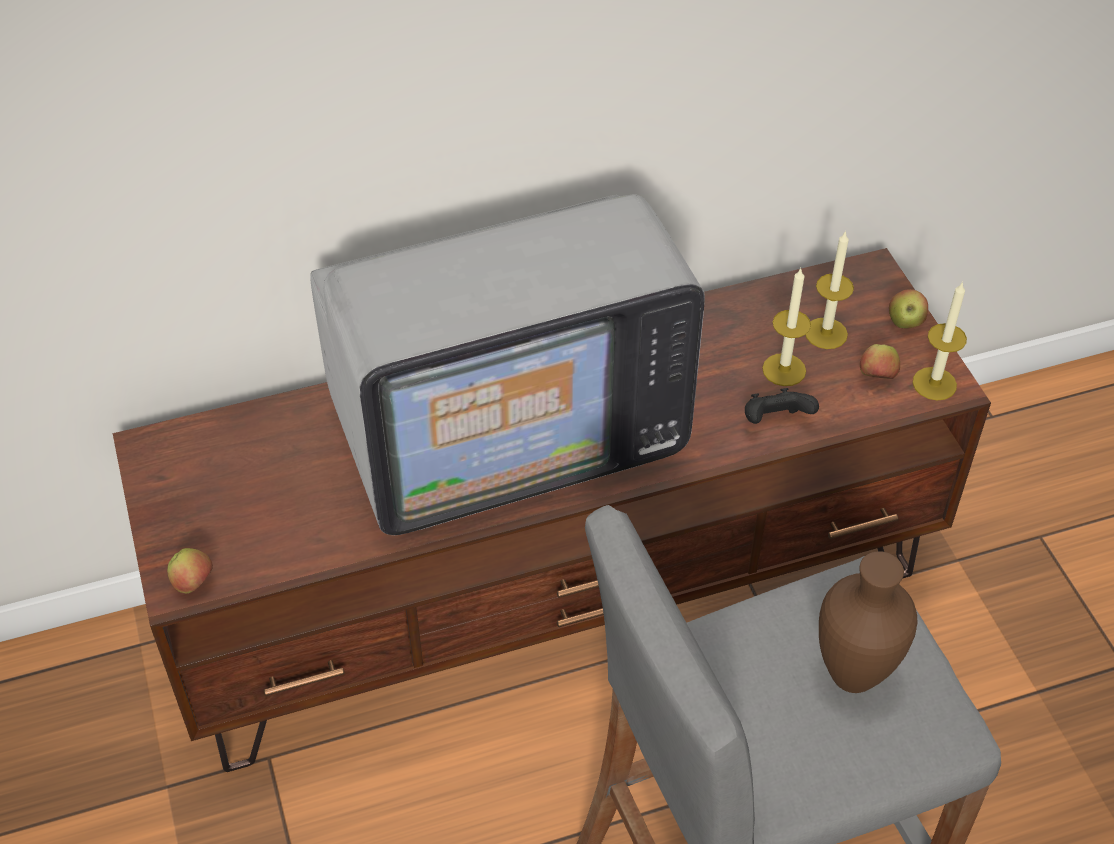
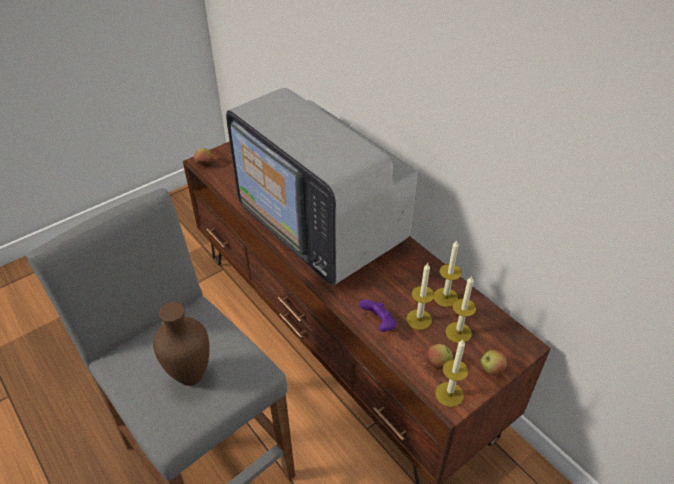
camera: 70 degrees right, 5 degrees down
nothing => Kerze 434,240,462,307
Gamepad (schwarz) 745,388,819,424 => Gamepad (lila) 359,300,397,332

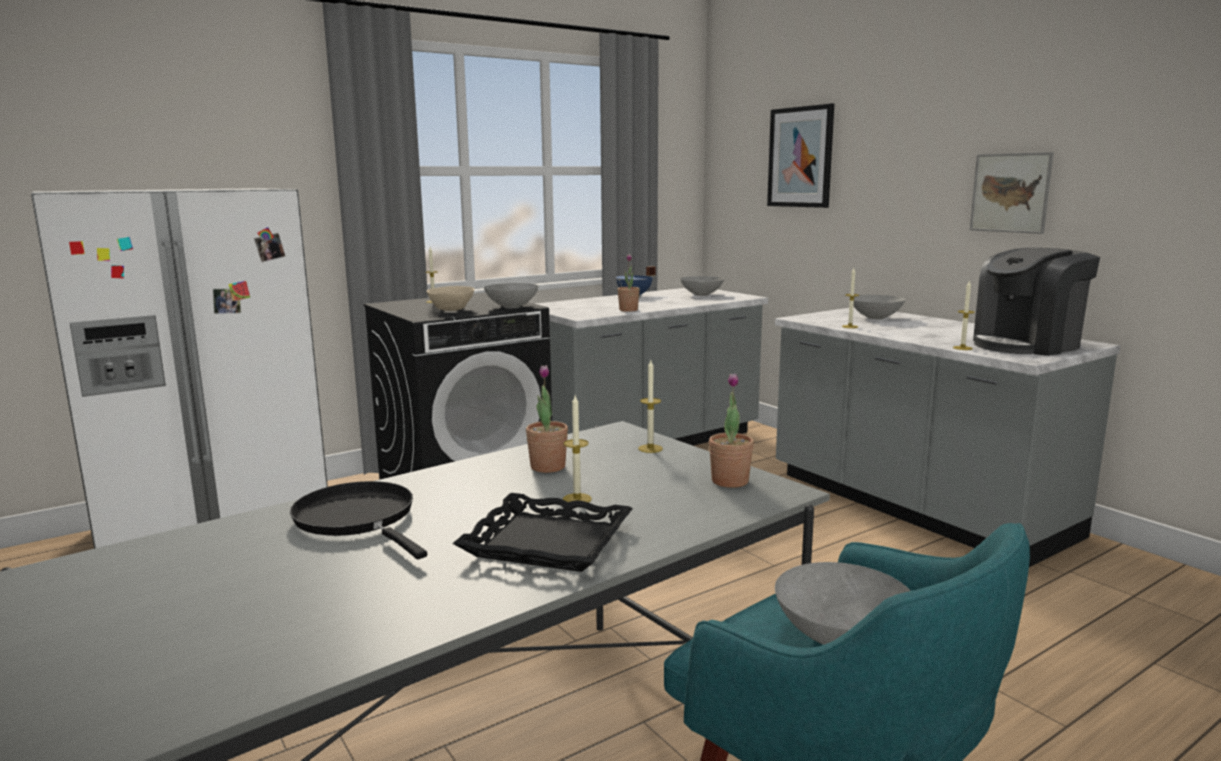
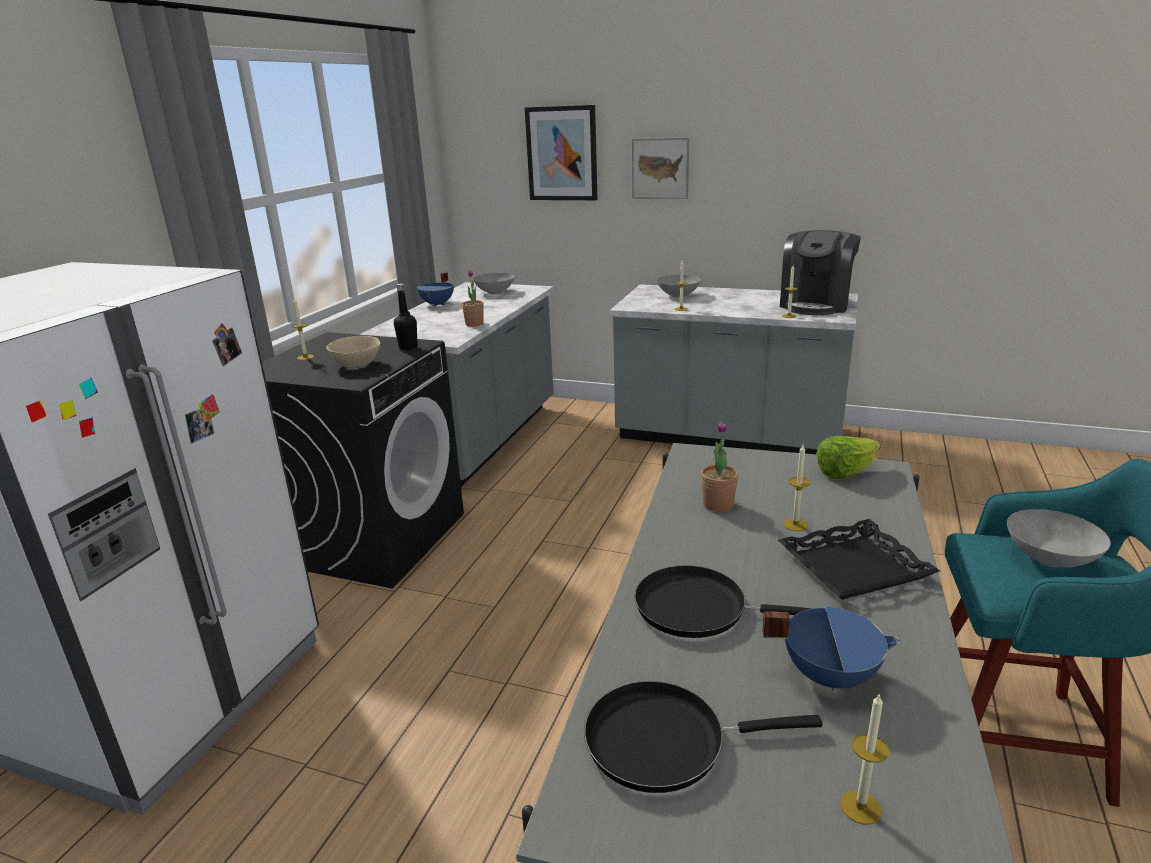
camera: 35 degrees left, 10 degrees up
nothing => Pfanne (schwarz) 584,681,823,793
nothing => Kochtopf (blau) 762,606,900,693
Kerze 638,360,663,453 => Kerze 840,693,889,825, move
Bild 969,152,1054,234 => Bild 632,137,689,199, move
Schüssel (grau) 484,283,539,308 => Flasche (schwarz) 394,283,418,350
Topfpflanze 709,373,754,488 => Salatkopf 816,436,881,479

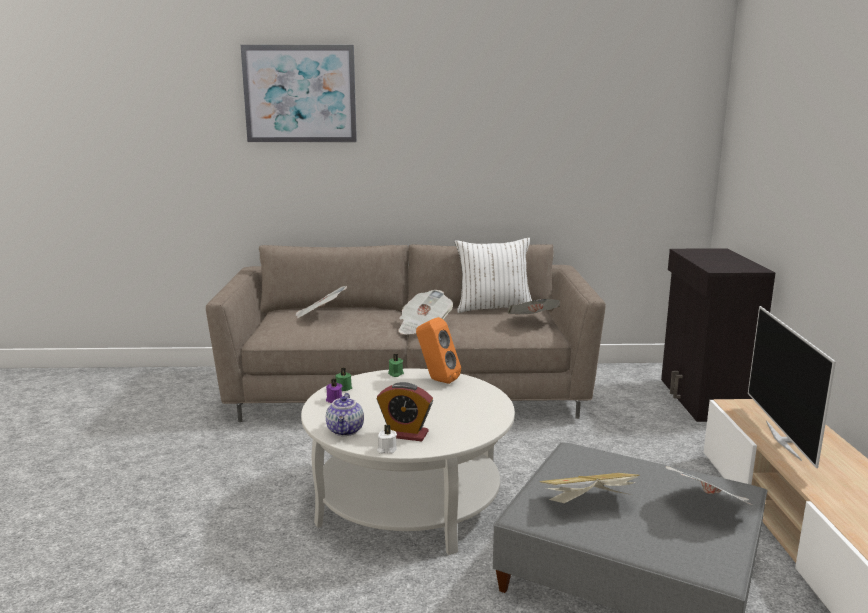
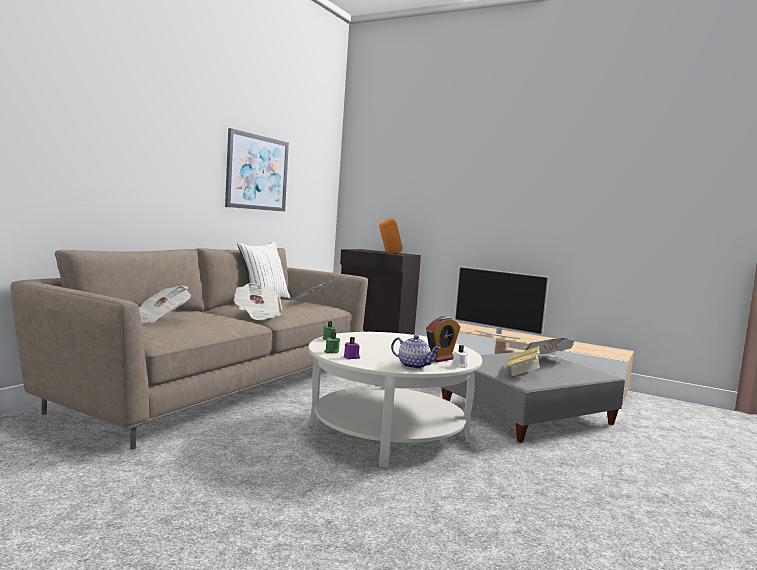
camera: 60 degrees left, 10 degrees down
Bild 241,45,357,142 => Bild 225,128,289,212, move
Lautsprecher (orange) 416,317,461,384 => Lautsprecher (orange) 379,218,403,254, move

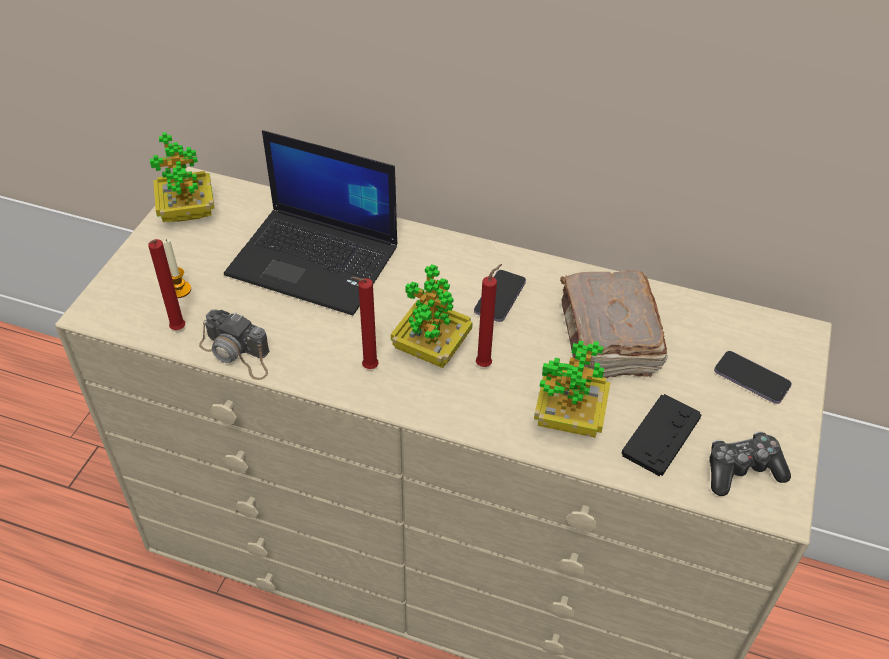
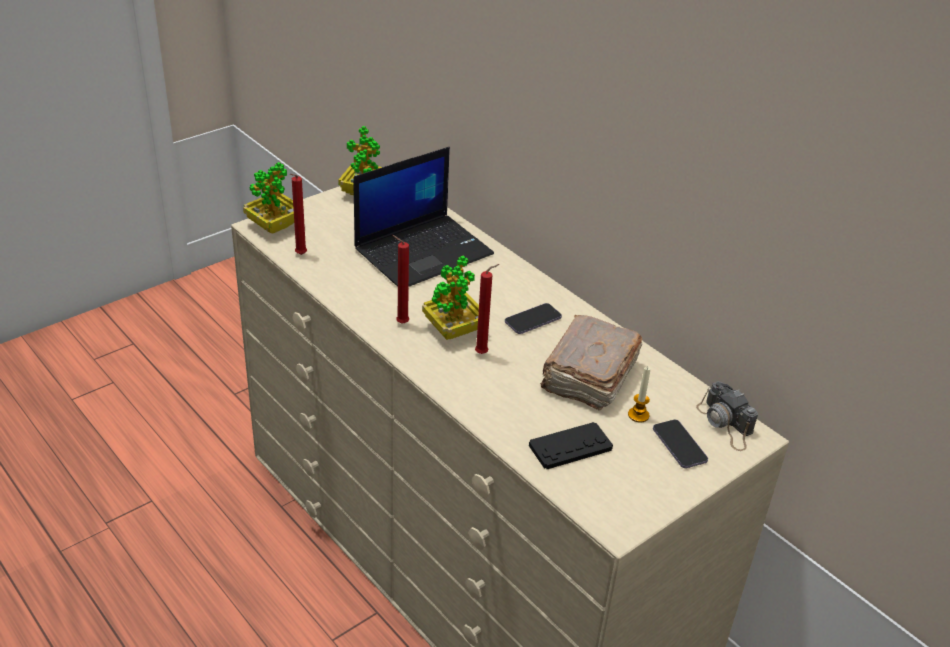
camera: 30 degrees right, 10 degrees down
Gamepad 709,431,791,496 => nothing
Kerze 164,239,191,298 => Kerze 628,367,650,423, move
Kamera 199,309,270,380 => Kamera 696,381,758,451, move
Topfpflanze 534,341,611,438 => Topfpflanze 243,162,294,233, move
Laptop 224,130,397,316 => Laptop 354,147,494,287, 90 degrees counterclockwise

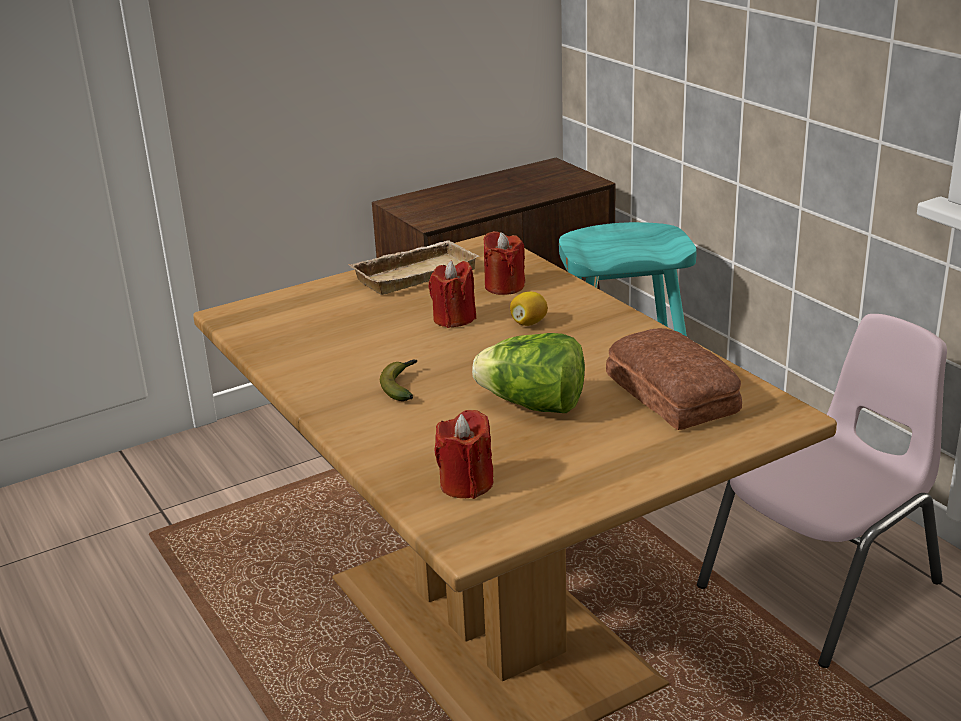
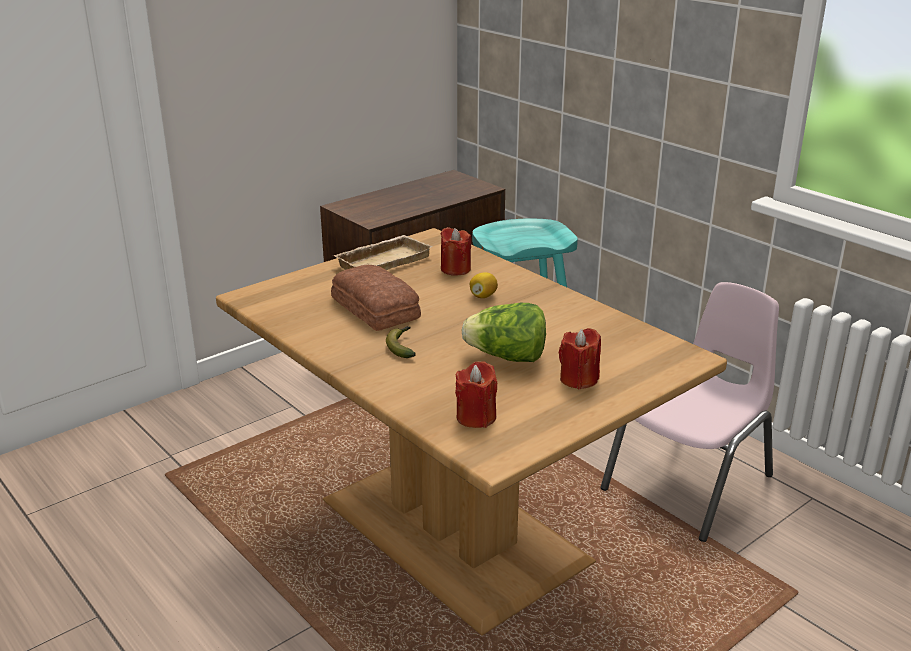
camera: 10 degrees left, 0 degrees up
Kerze (rot) 429,261,477,328 => Kerze (rot) 559,328,601,389, move
Brot 606,328,742,430 => Brot 331,265,421,331, move

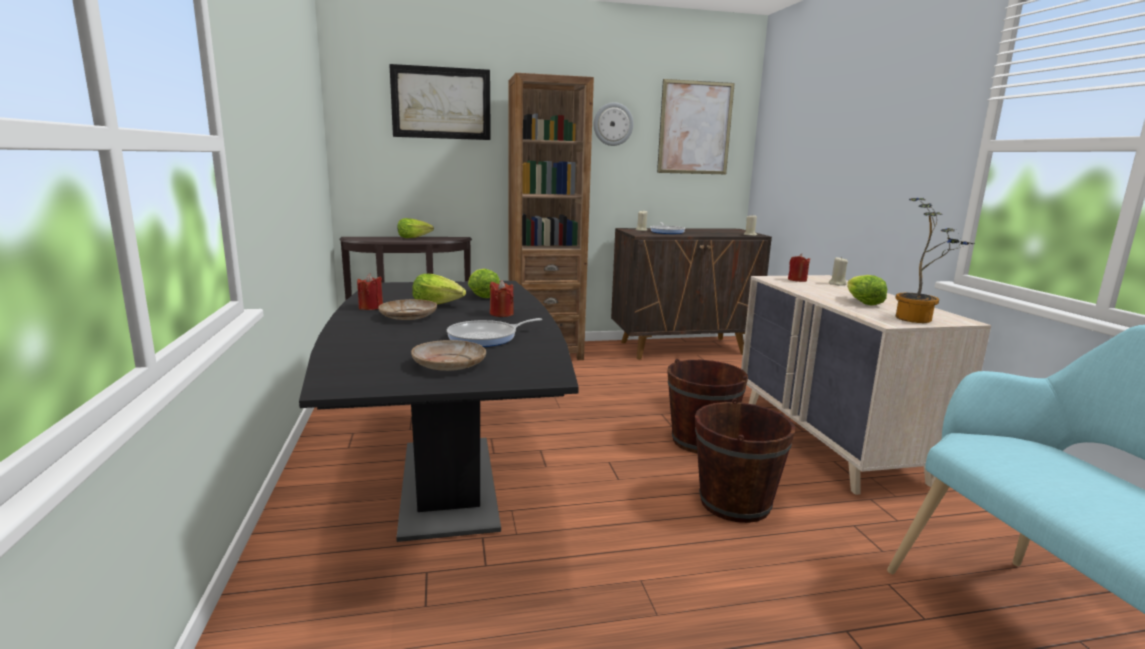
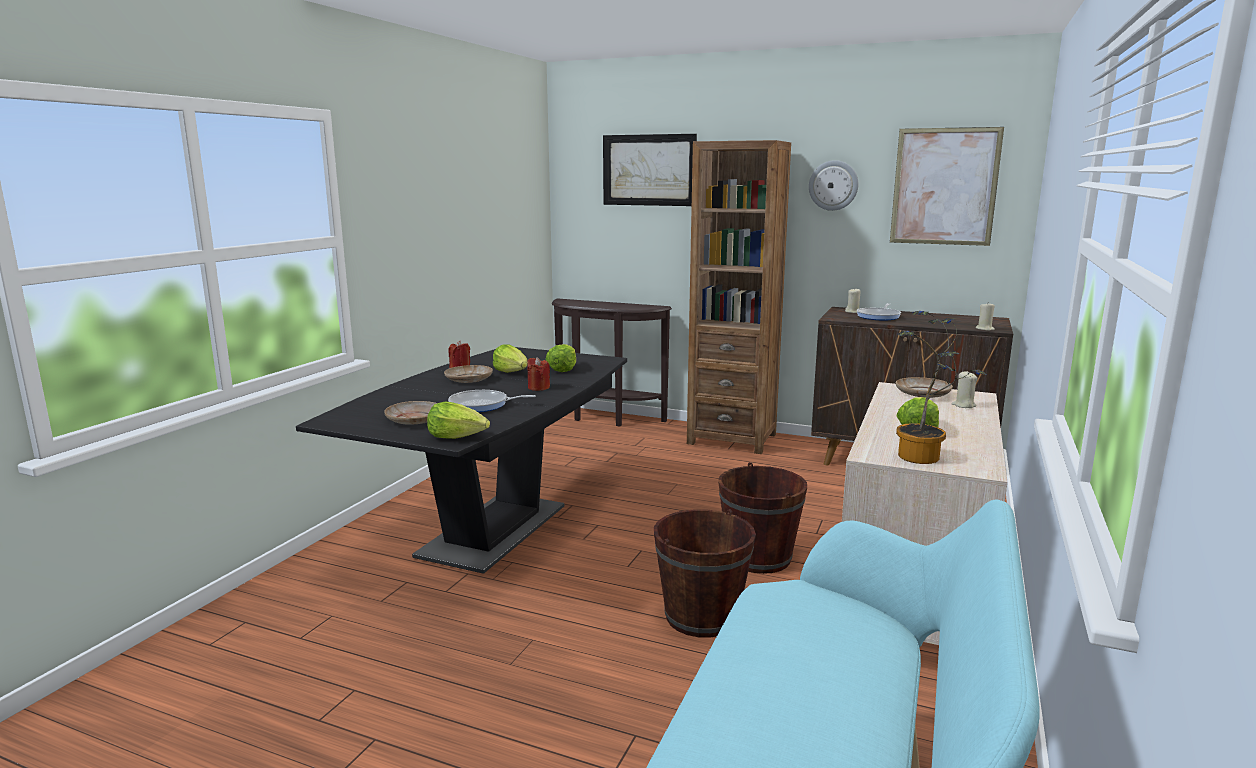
camera: 35 degrees right, 0 degrees up
Salatkopf 398,218,434,238 => Salatkopf 427,402,490,439, move
Kerze (rot) 788,254,810,282 => Teller (beige) 896,377,953,398

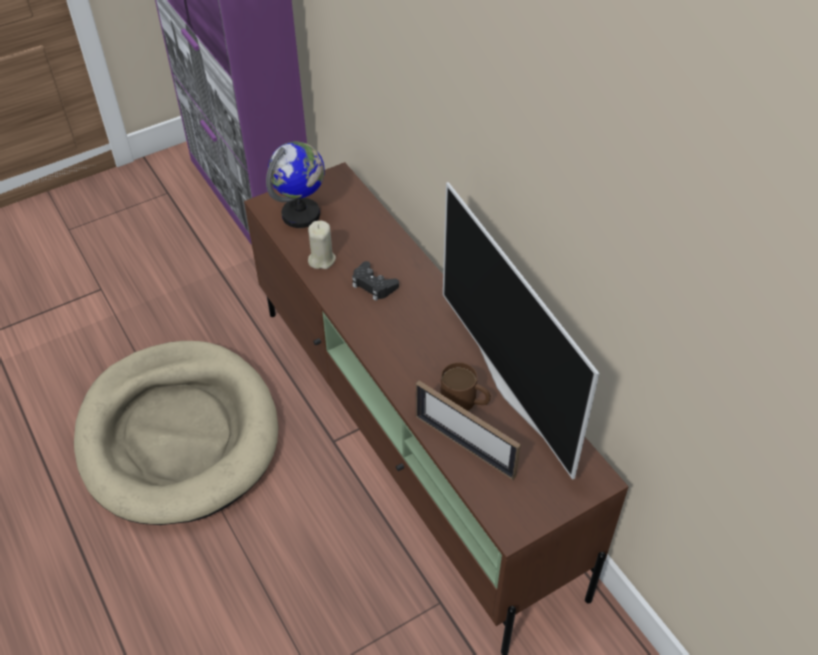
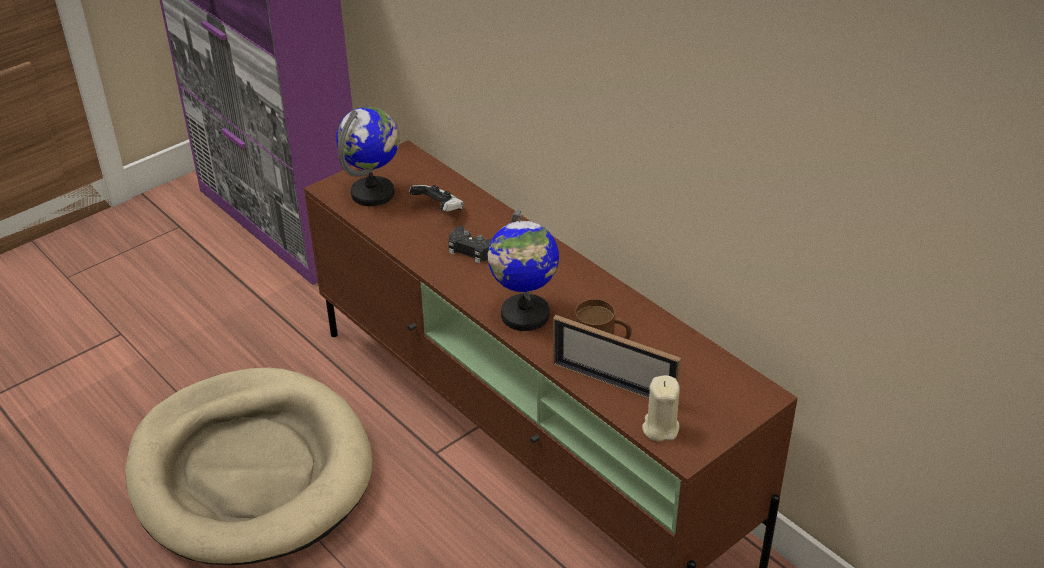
camera: 10 degrees left, 10 degrees down
Fernseher 443,182,599,480 => nothing
nothing => Gamepad 409,185,464,211
nothing => Globus 488,210,559,331
Kerze (beige) 308,221,336,269 => Kerze (beige) 642,375,680,441, move

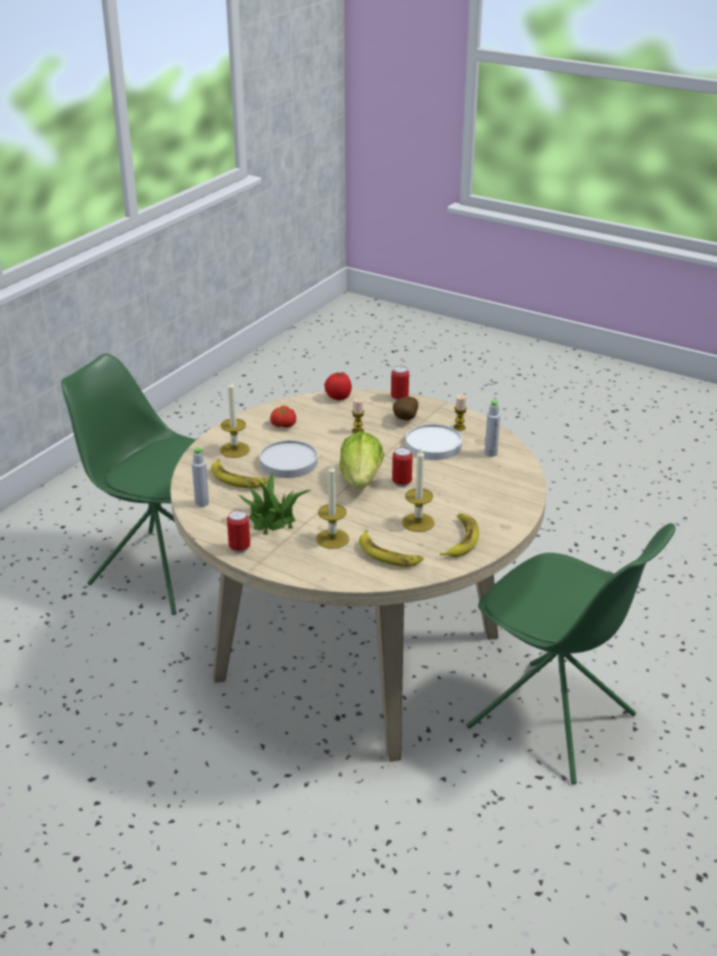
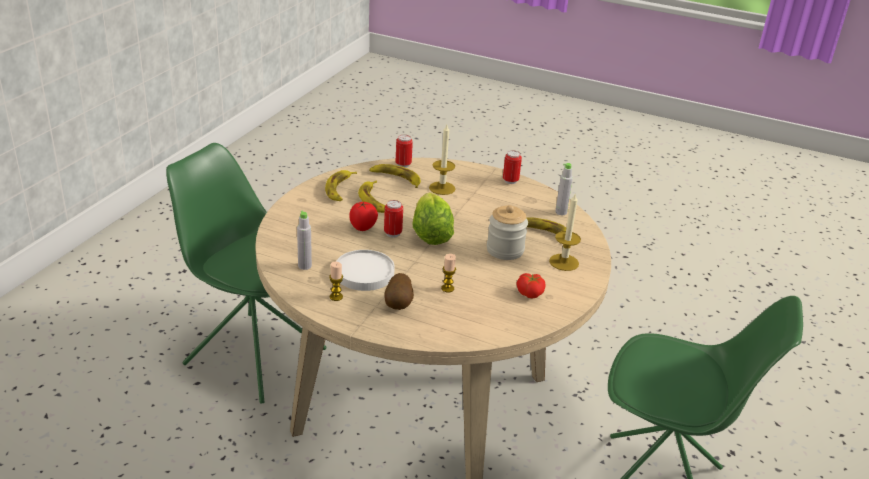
camera: 170 degrees right, 0 degrees up
Topfpflanze 236,473,311,535 => nothing
Tomate 324,373,352,400 => Tomate 349,202,378,231, move
Dose 391,366,409,401 => Dose 395,135,413,168, move
Teller (weiß) 260,440,318,478 => Vorratsglas 487,205,528,260
Kerze 402,447,435,532 => Banane 358,181,385,213

